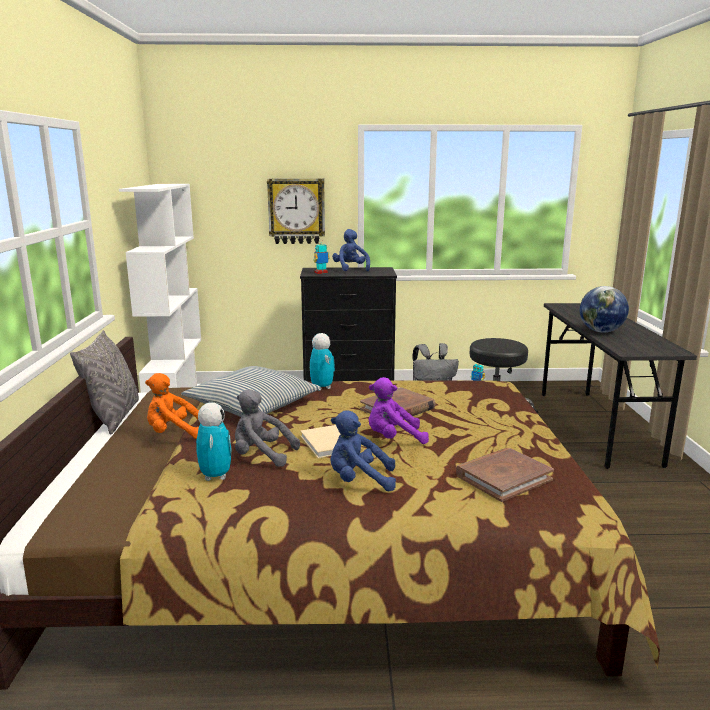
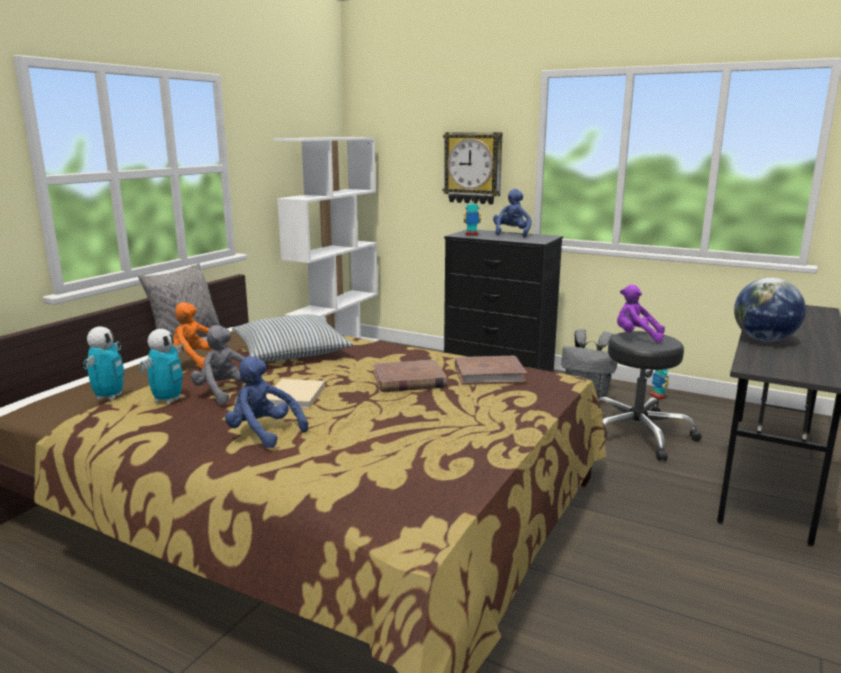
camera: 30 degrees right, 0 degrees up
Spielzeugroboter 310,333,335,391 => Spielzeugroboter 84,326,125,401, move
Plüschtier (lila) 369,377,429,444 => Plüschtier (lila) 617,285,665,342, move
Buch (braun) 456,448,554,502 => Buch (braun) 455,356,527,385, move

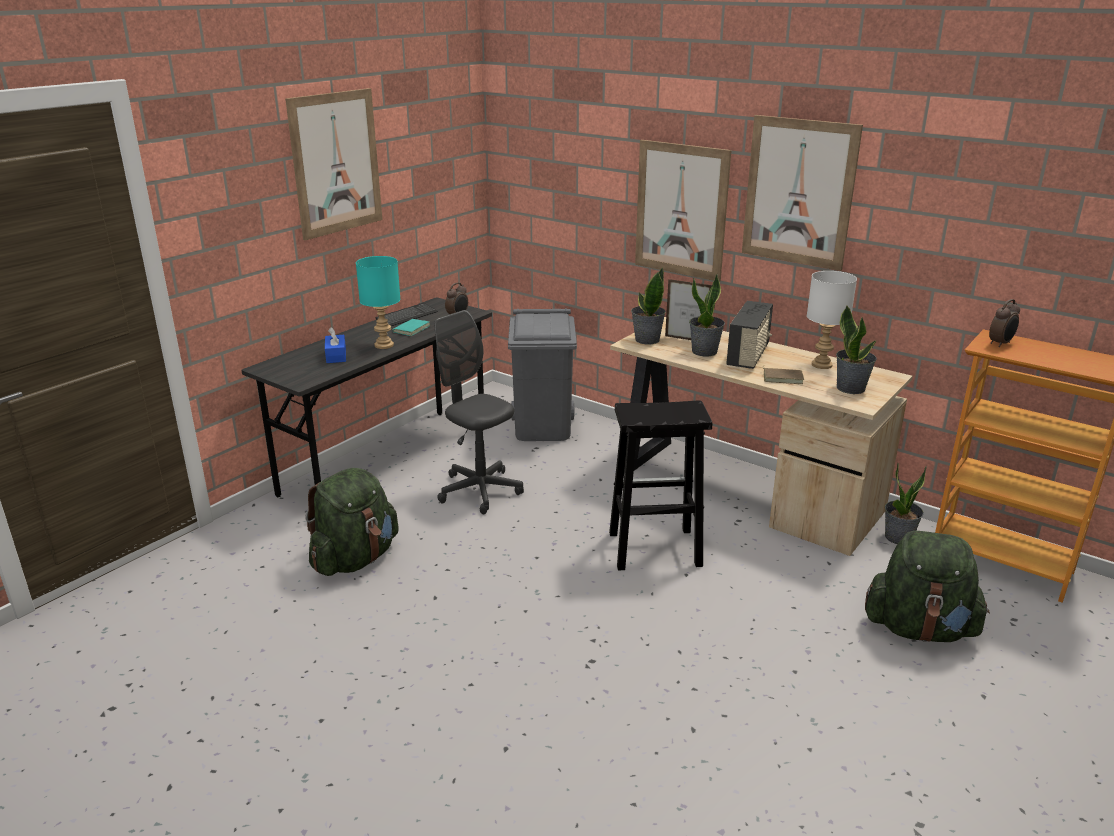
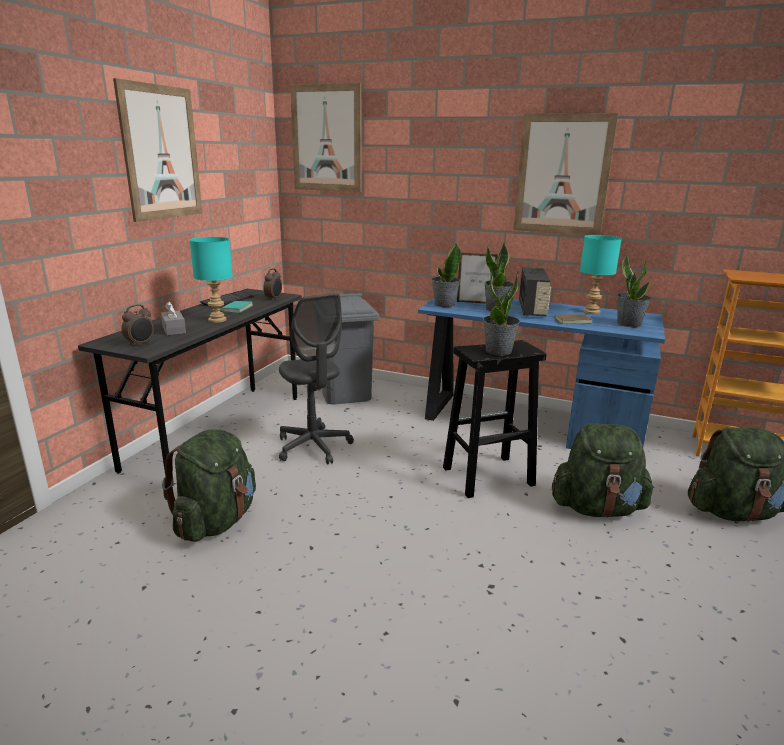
camera: 15 degrees left, 5 degrees down
nothing => Rucksack (grün) 552,423,654,518
Bild 635,140,732,282 => Bild 290,83,362,192, move
Topfpflanze 885,463,927,544 => Topfpflanze 483,271,520,356, move
Wecker 989,299,1020,347 => Wecker 121,304,154,347, move
Taschentuchbox (blau) 325,327,346,363 => Taschentuchbox (grau) 161,301,186,335
Schreibtisch (beige) 610,317,913,556 => Schreibtisch (blau) 418,298,665,449
Tischlampe (weiß) 807,271,857,369 => Tischlampe (türkis) 580,235,622,314
Bürostuhl (grau) 434,310,524,514 => Bürostuhl (grau) 279,293,354,465, 150 degrees counterclockwise

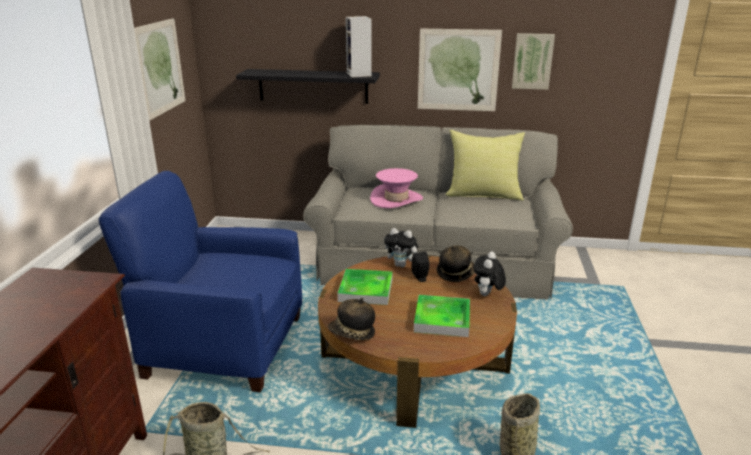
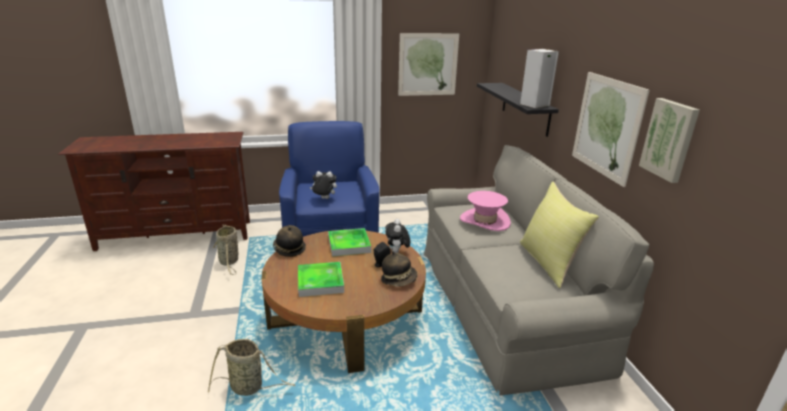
camera: 70 degrees right, 0 degrees up
Plüschtier 473,252,506,296 => Plüschtier 310,171,337,199, move

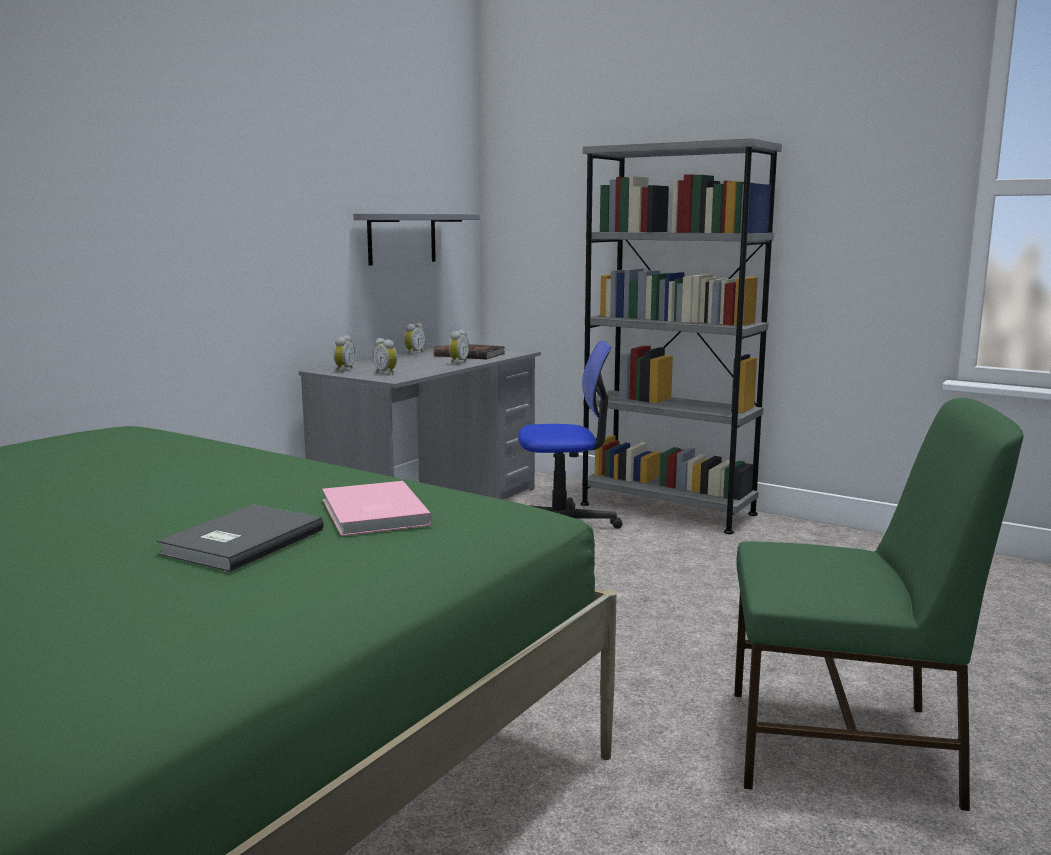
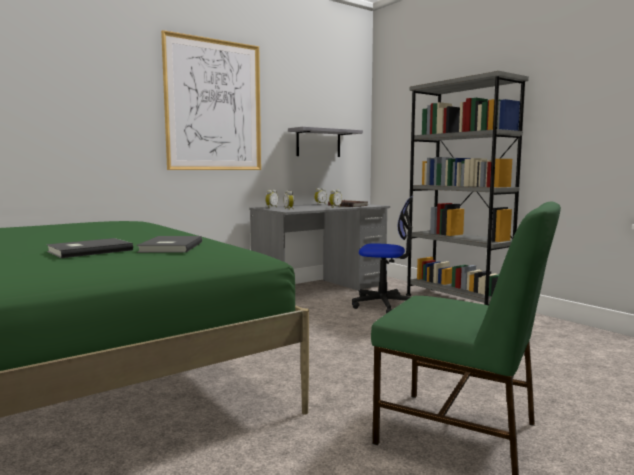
camera: 20 degrees right, 5 degrees down
nothing => Bild 161,30,261,170
Buch (rosa) 322,481,432,536 => Buch (grau) 136,236,202,253

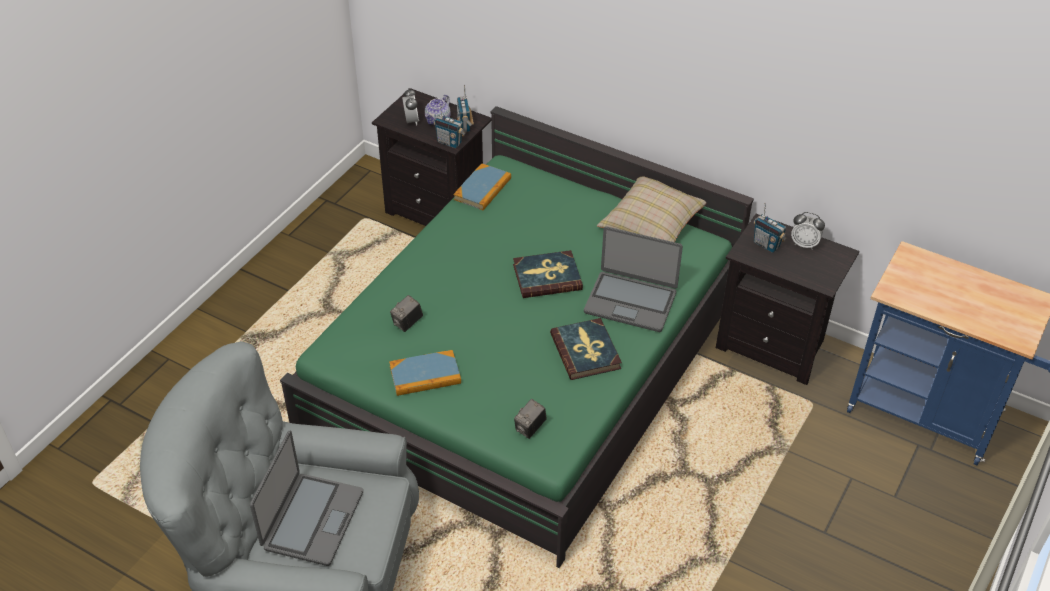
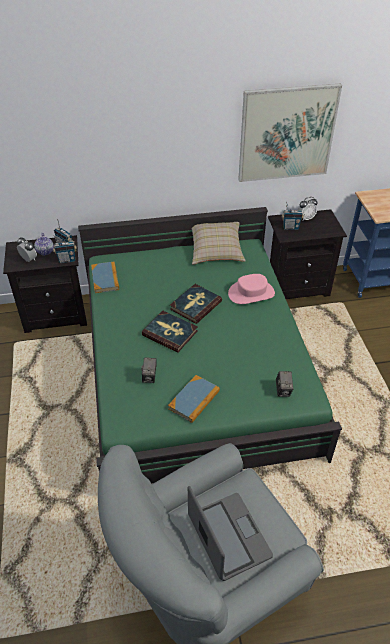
camera: 40 degrees left, 0 degrees up
nothing => Bild 238,84,342,182
Buch 550,318,622,380 => Buch 142,311,198,353, move
Laptop 584,226,683,332 => Hut (rosa) 228,274,275,304

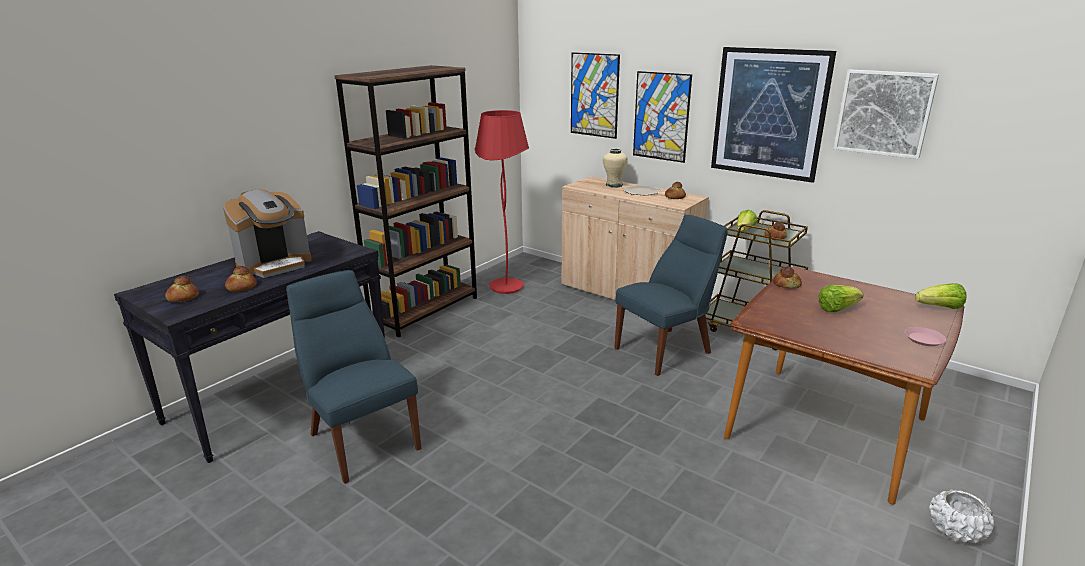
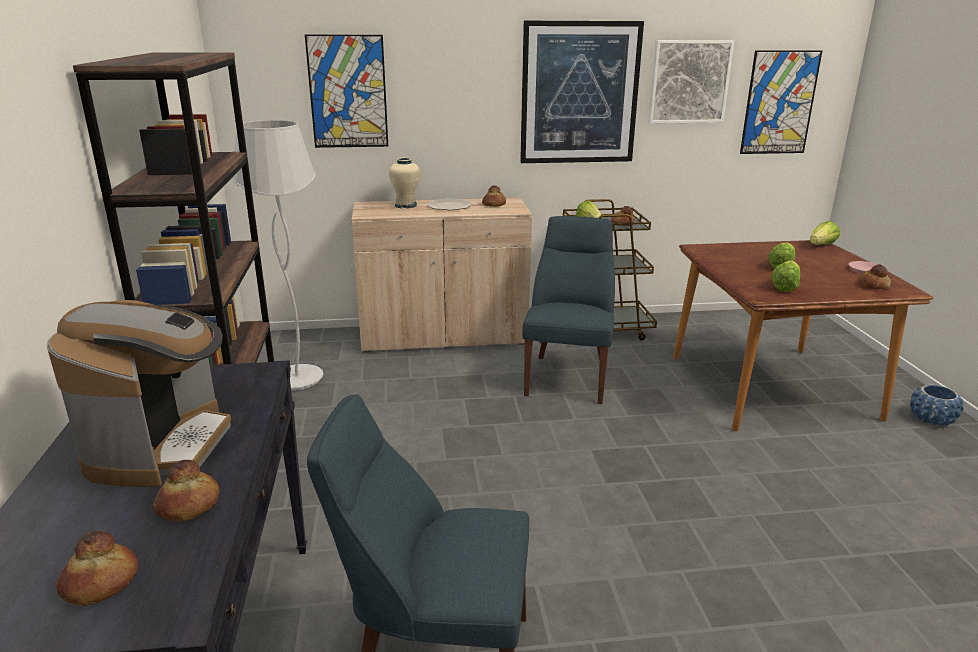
camera: 45 degrees left, 0 degrees up
nothing => Salatkopf 771,261,801,292
Bild 633,71,692,163 => Bild 740,50,822,154, move
Brot 773,266,802,289 => Brot 858,264,891,289, move
Stehlampe (rot) 475,110,529,294 => Stehlampe (weiß) 231,120,323,390
Pflanzkübel (weiß) 929,489,994,543 => Pflanzkübel (blau) 910,384,964,426

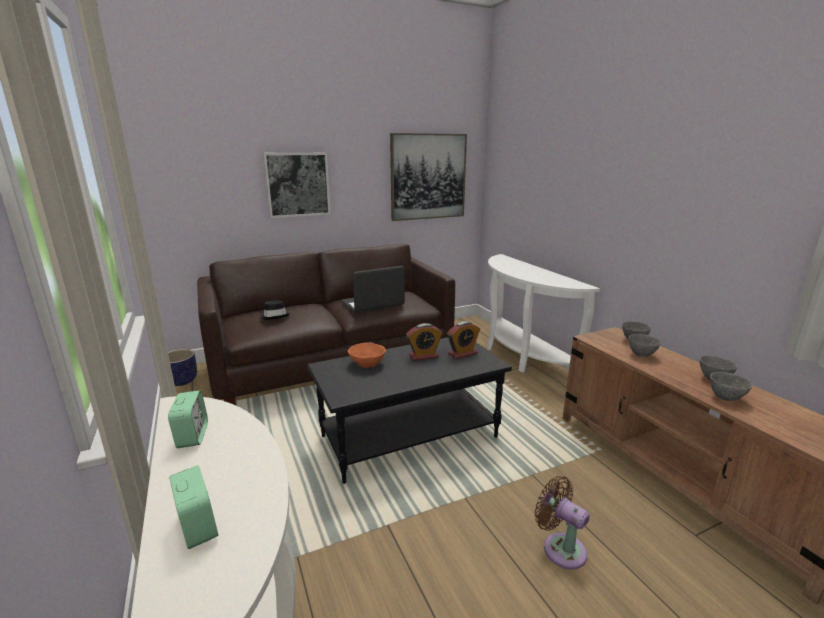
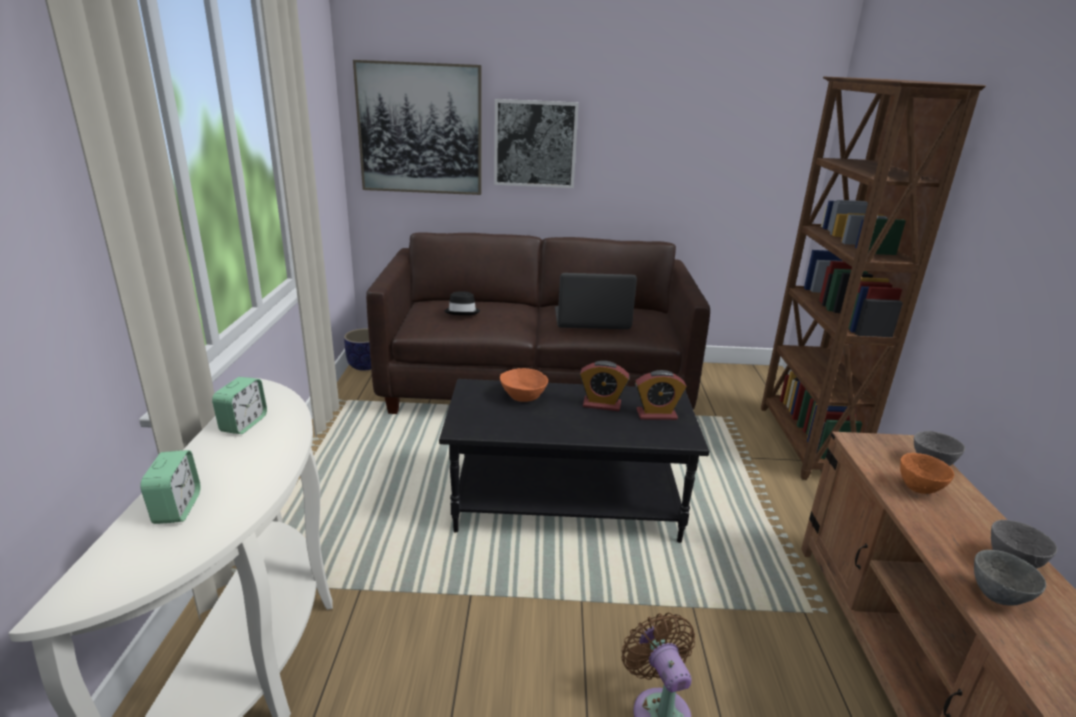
camera: 25 degrees right, 5 degrees up
Bild 390,133,467,221 => Bild 353,60,481,195, move
Konsolentisch (weiß) 487,254,600,372 => Bücherregal (braun) 761,77,986,480
Schüssel (grau) 629,334,661,357 => Schüssel (orange) 900,453,954,494

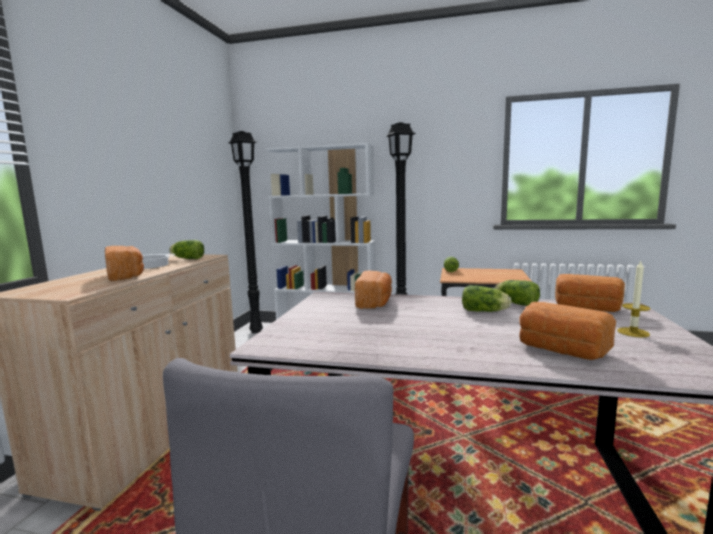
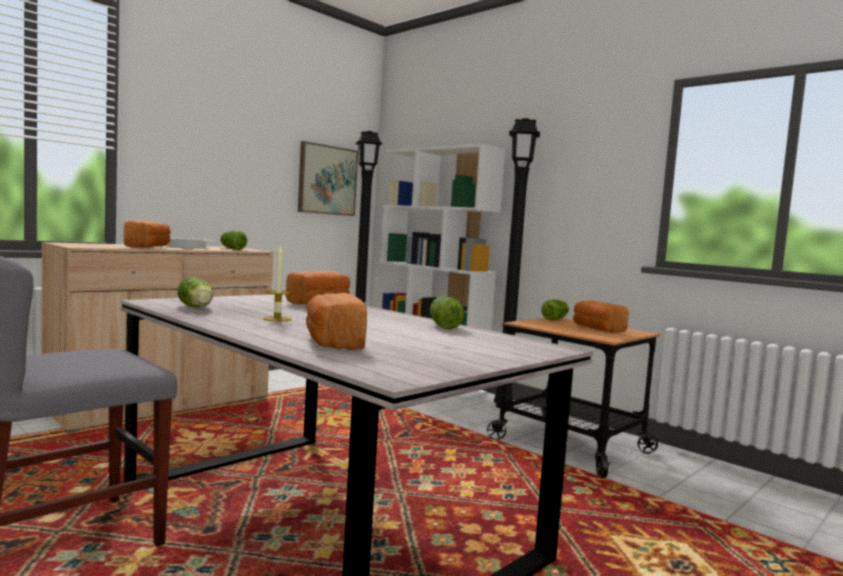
camera: 30 degrees right, 5 degrees down
nothing => Bild 298,141,358,216
Salatkopf 462,285,512,312 => Salatkopf 177,277,213,308, move
Brot 555,274,625,312 => Brot 573,300,629,333, move
Kerze 617,261,650,337 => Kerze 263,244,292,322, move

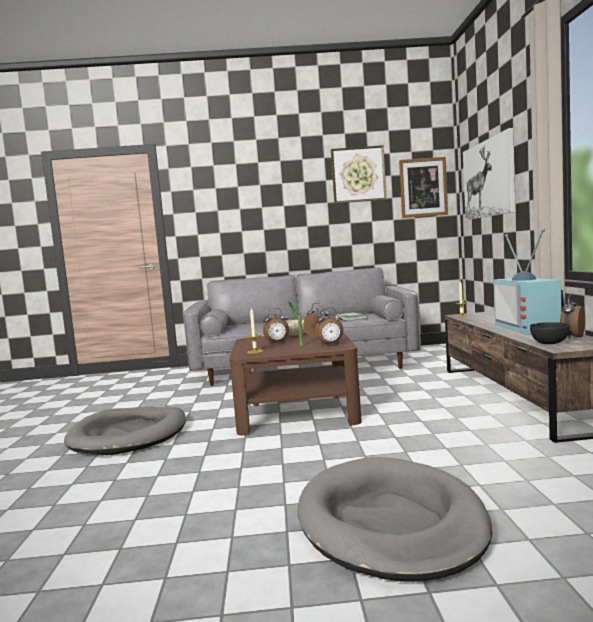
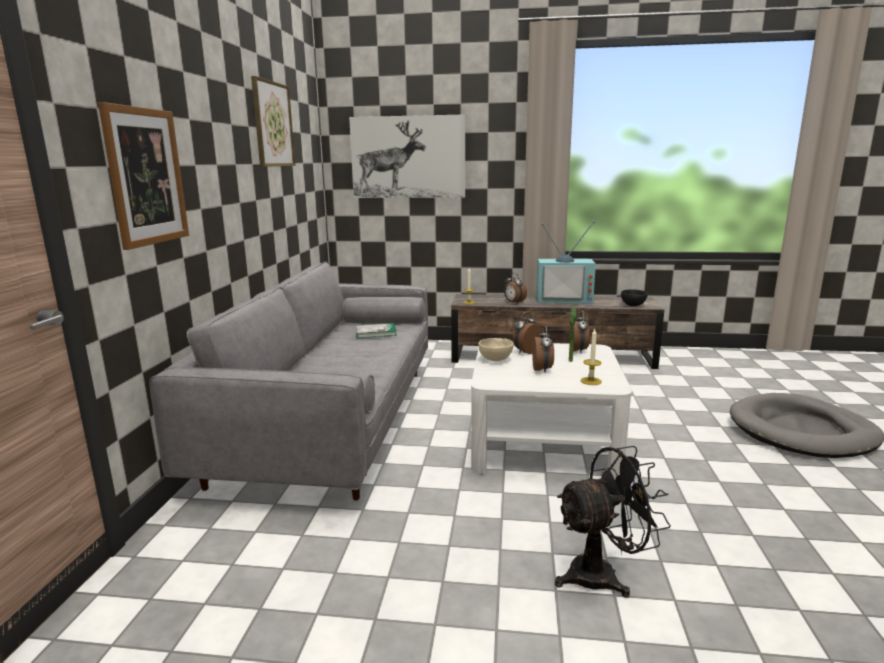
camera: 80 degrees left, 10 degrees up
Bild 399,157,448,218 => Bild 98,102,189,250, move
Wecker 560,295,585,338 => Wecker 504,273,527,304, move
Hundebett (grau) 64,406,186,455 => Ventilator (schwarz) 555,446,671,598
Couchtisch (braun) 229,333,362,436 => Couchtisch (weiß) 471,343,632,480

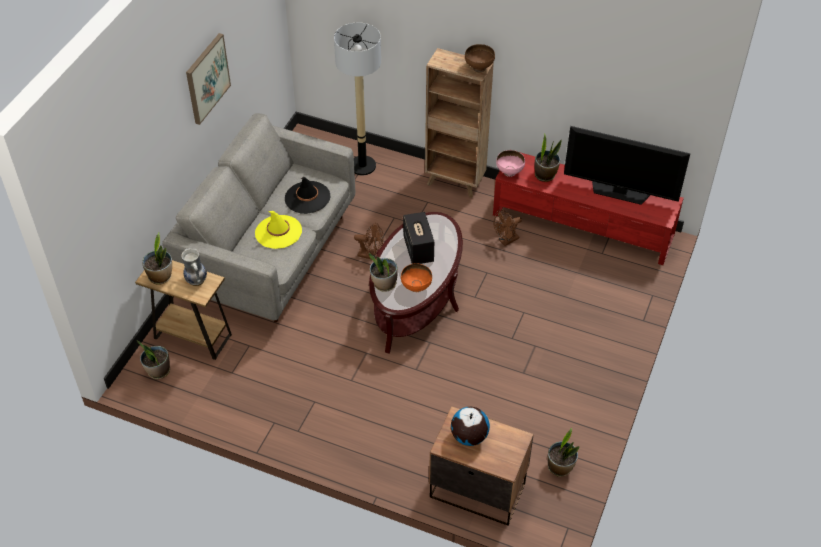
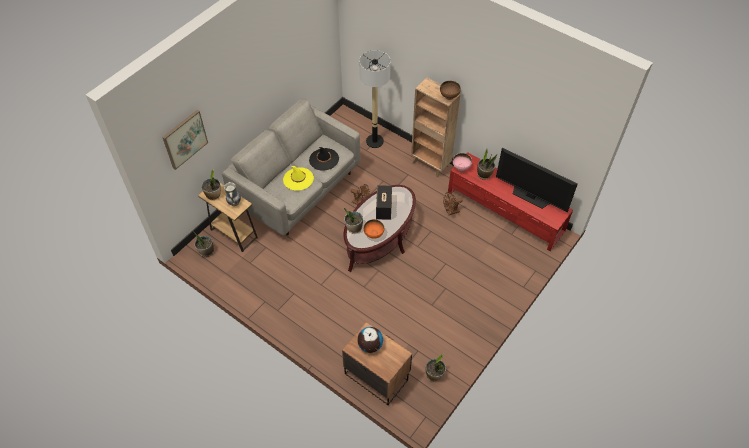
camera: 15 degrees right, 5 degrees up
Bild 186,33,231,125 => Bild 162,110,208,170, move

